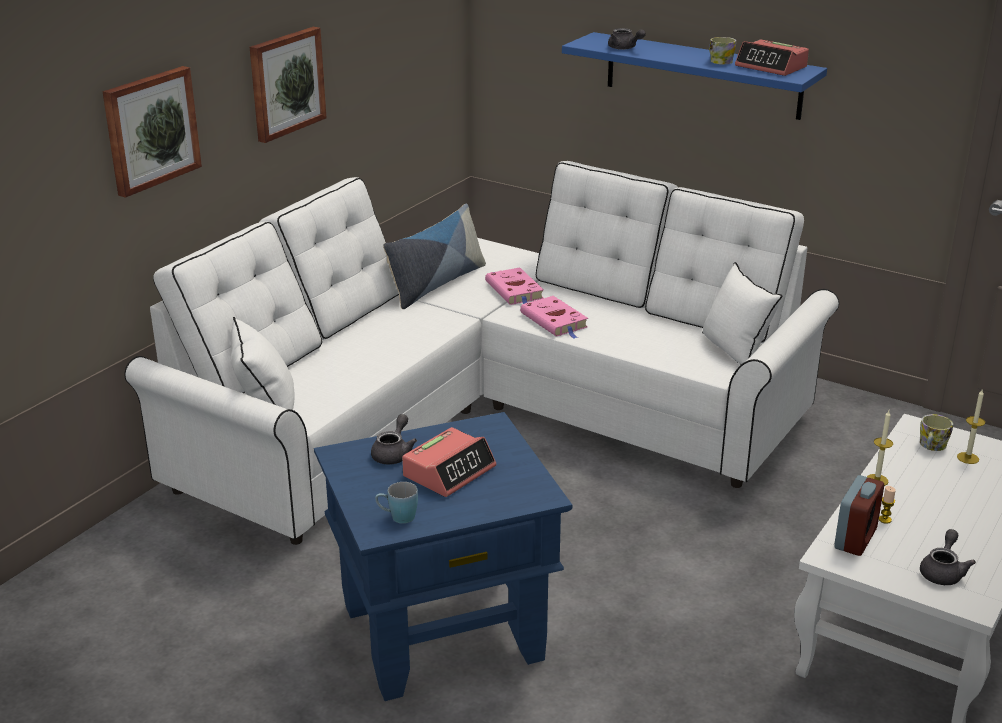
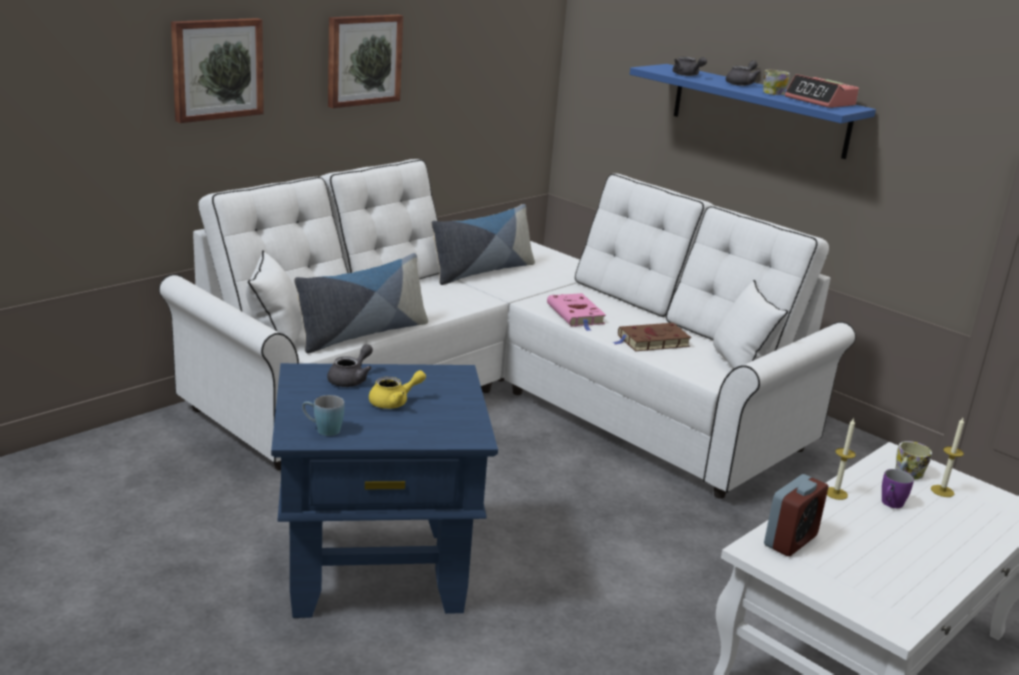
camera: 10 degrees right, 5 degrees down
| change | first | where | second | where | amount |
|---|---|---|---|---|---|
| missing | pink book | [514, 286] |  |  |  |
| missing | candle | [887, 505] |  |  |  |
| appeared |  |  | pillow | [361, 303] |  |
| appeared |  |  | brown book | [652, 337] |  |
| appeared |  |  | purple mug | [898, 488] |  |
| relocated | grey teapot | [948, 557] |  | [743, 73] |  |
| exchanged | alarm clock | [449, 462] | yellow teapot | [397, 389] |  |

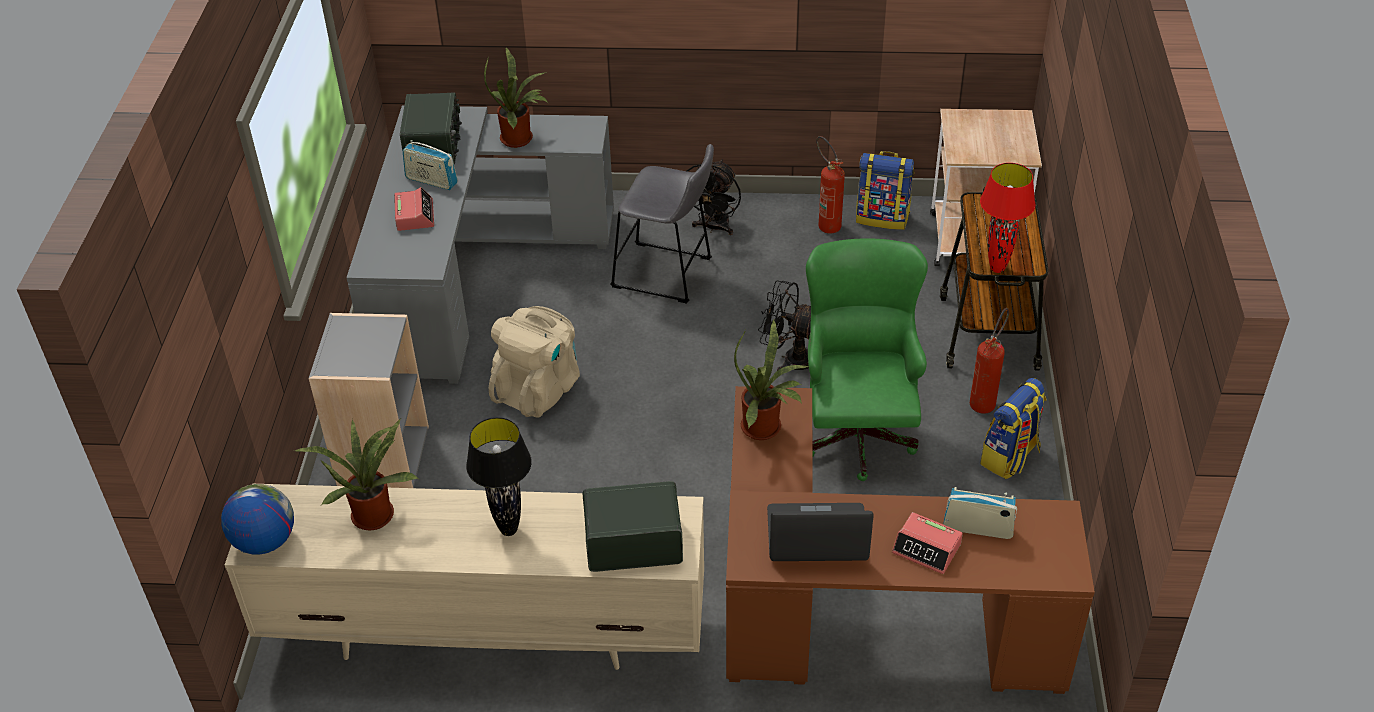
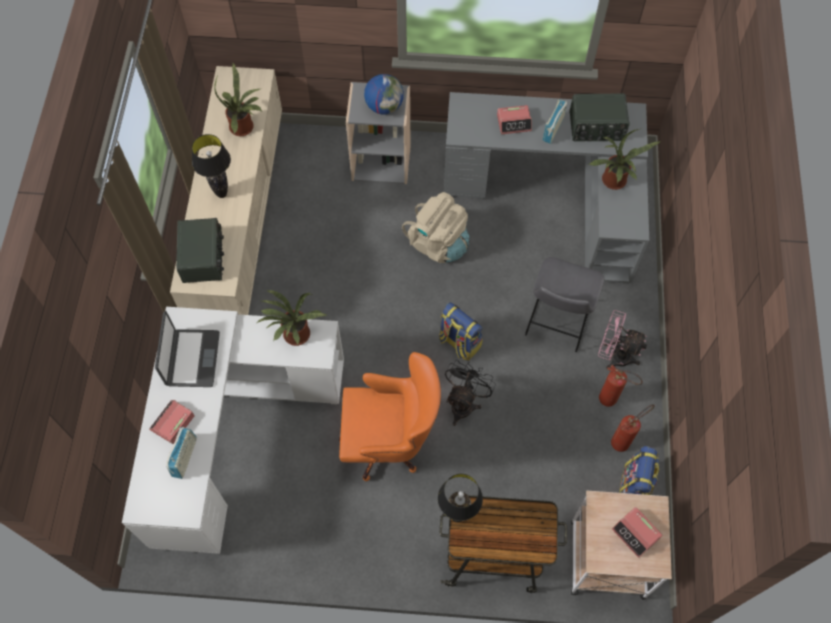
camera: 90 degrees right, 20 degrees up
| change | first | where | second | where | amount |
|---|---|---|---|---|---|
| appeared |  |  | alarm clock | [637, 532] |  |
| relocated | globe | [257, 519] |  | [384, 94] |  |
| relocated | fire extinguisher | [989, 361] |  | [621, 386] |  |
| relocated | backpack | [1013, 428] |  | [461, 331] |  |
| colour | black fan | [714, 197] | pink fan | [622, 339] |  |
| colour | brown desk | [910, 540] | white desk | [233, 430] |  |
| colour | green office chair | [867, 359] | orange office chair | [390, 416] |  |
| colour | red table lamp | [1007, 218] | black table lamp | [460, 498] |  |

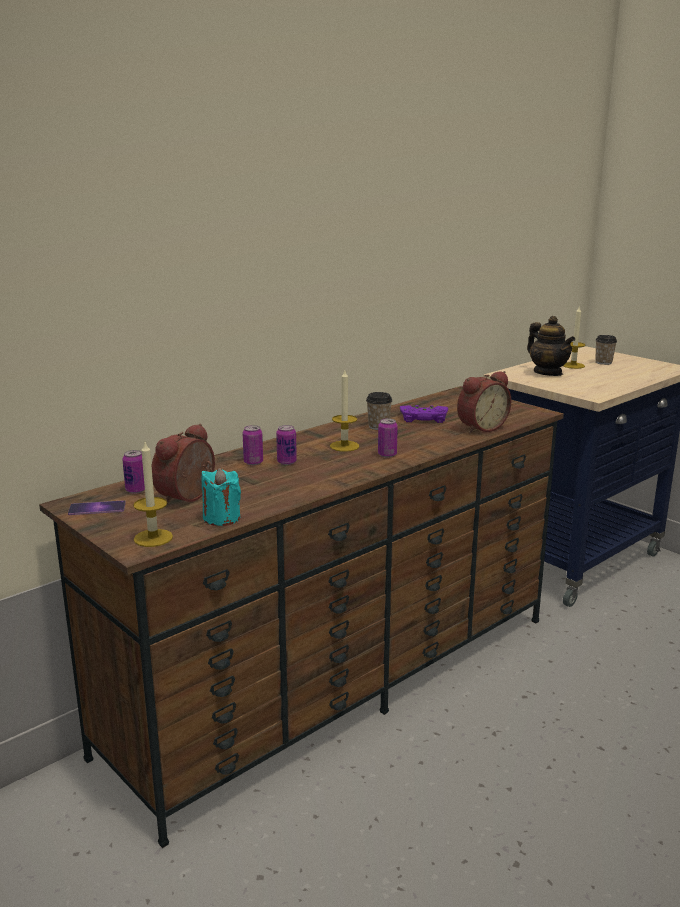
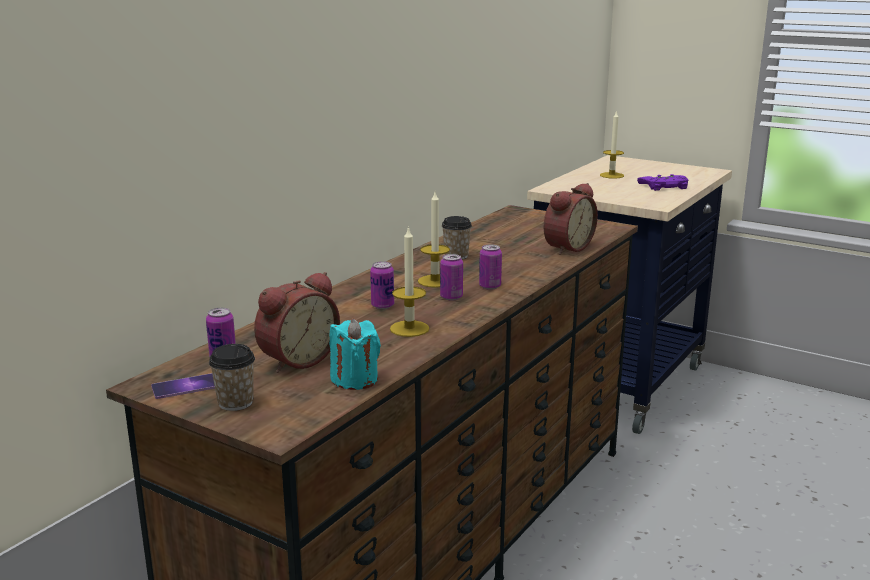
camera: 15 degrees left, 0 degrees up
| change | first | where | second | where | amount |
|---|---|---|---|---|---|
| missing | teapot | [551, 346] |  |  |  |
| relocated | candle | [153, 494] |  | [409, 281] |  |
| relocated | can | [253, 445] |  | [451, 277] |  |
| relocated | purple game controller | [424, 414] |  | [662, 182] |  |
| relocated | cup | [606, 350] |  | [232, 377] |  |
| spun | alarm clock | [183, 464] |  | [297, 322] | 150 degrees counterclockwise |

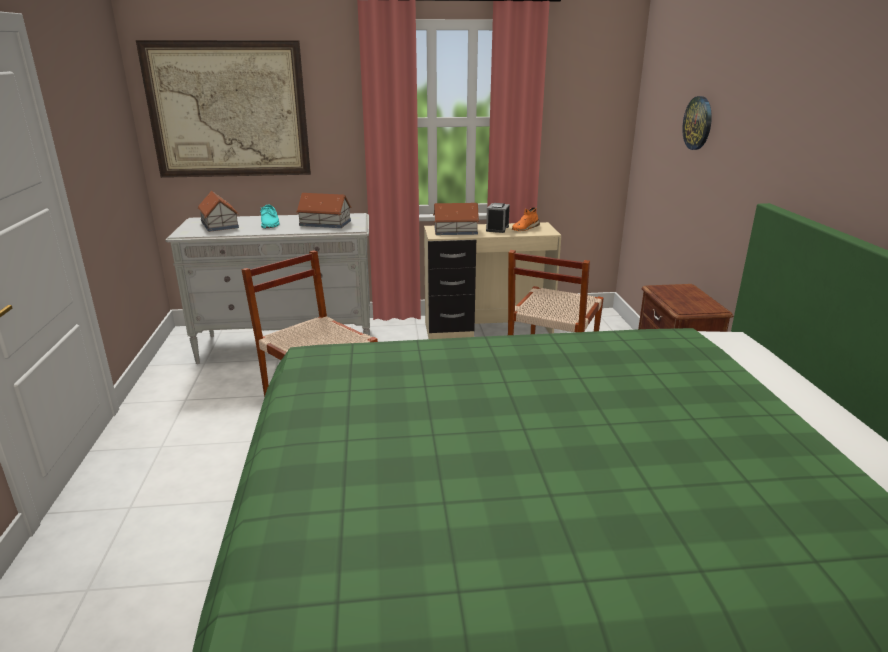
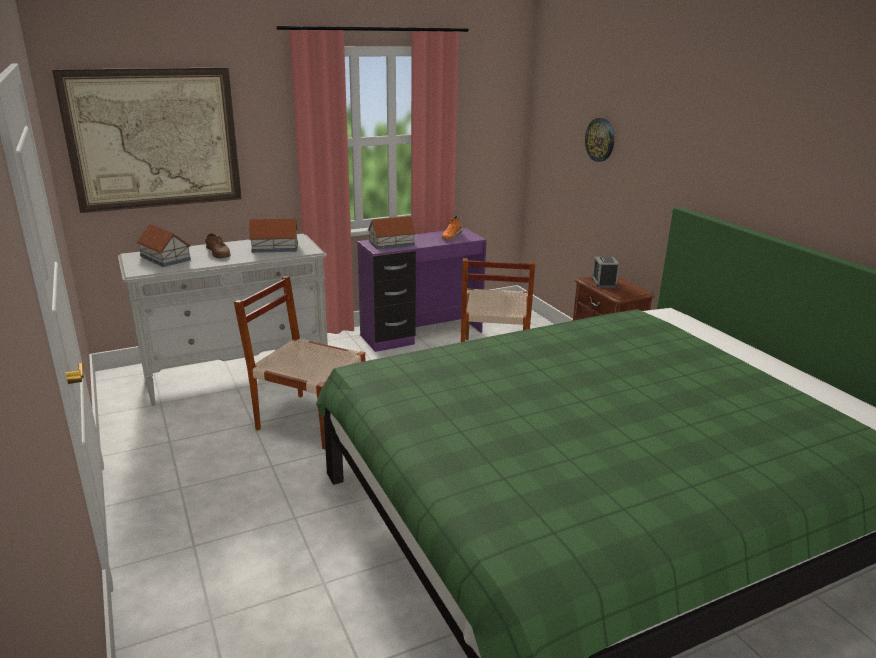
camera: 20 degrees left, 0 degrees up
| change | first | where | second | where | amount |
|---|---|---|---|---|---|
| relocated | alarm clock | [498, 218] |  | [605, 272] |  |
| colour | turquoise shoe | [270, 216] | brown shoe | [217, 245] |  |
| colour | beige desk | [492, 280] | purple desk | [421, 290] |  |

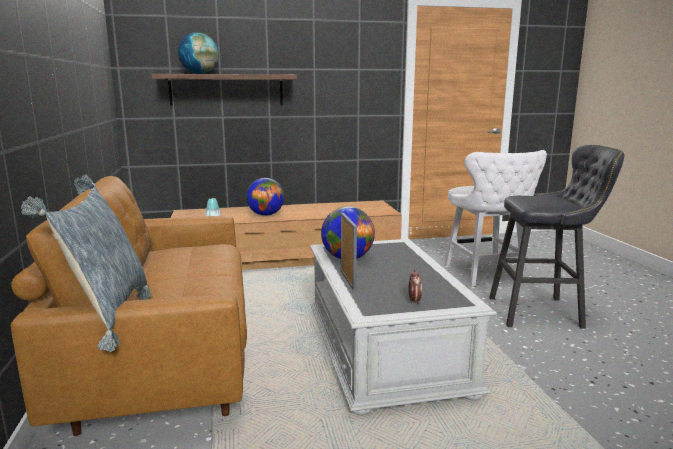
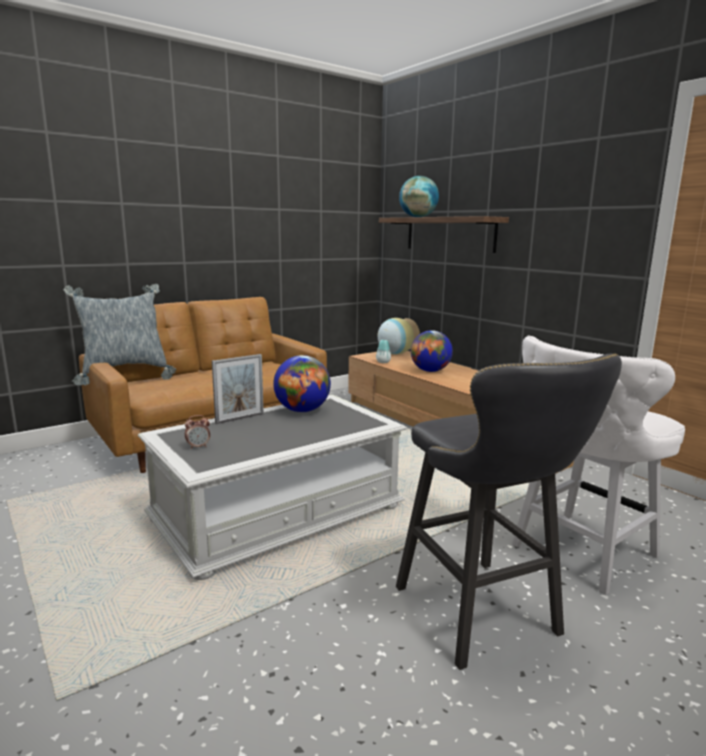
camera: 65 degrees right, 0 degrees up
| change | first | where | second | where | amount |
|---|---|---|---|---|---|
| appeared |  |  | vase | [399, 336] |  |

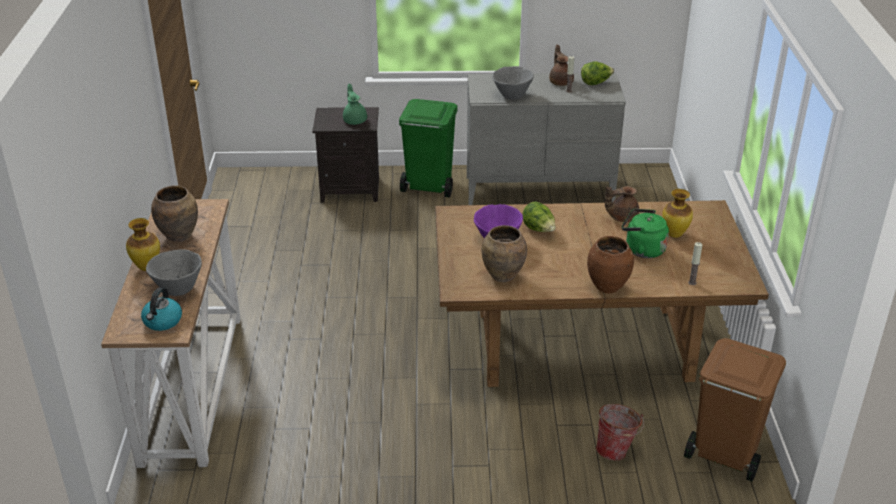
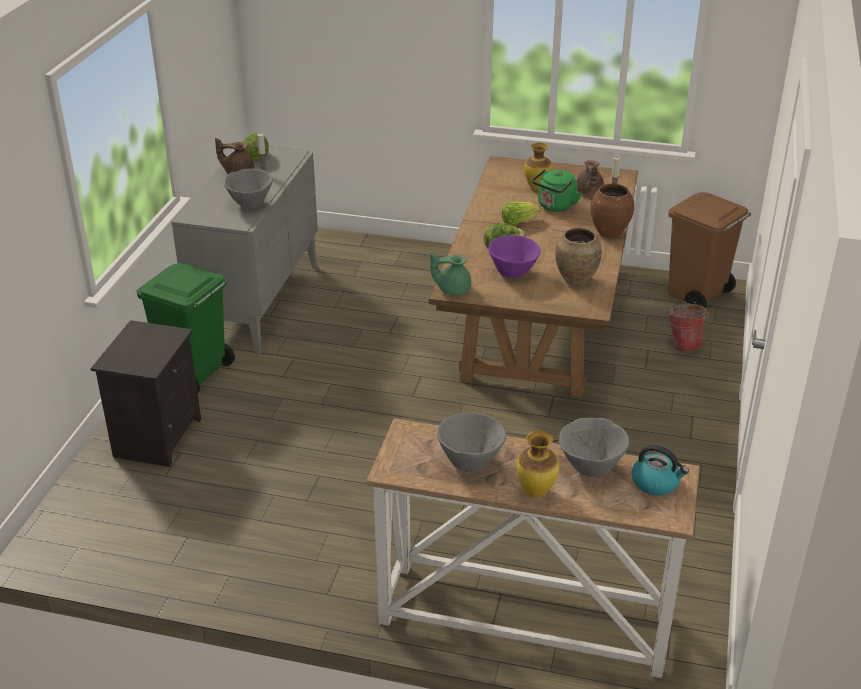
camera: 75 degrees left, 0 degrees up
| change | first | where | second | where | amount |
|---|---|---|---|---|---|
| appeared |  |  | lettuce | [521, 214] |  |
| relocated | green teapot | [355, 104] |  | [450, 273] |  |
| relocated | brown teapot | [622, 204] |  | [590, 178] |  |
| exchanged | brown vase | [174, 213] | grey bowl | [471, 442] |  |

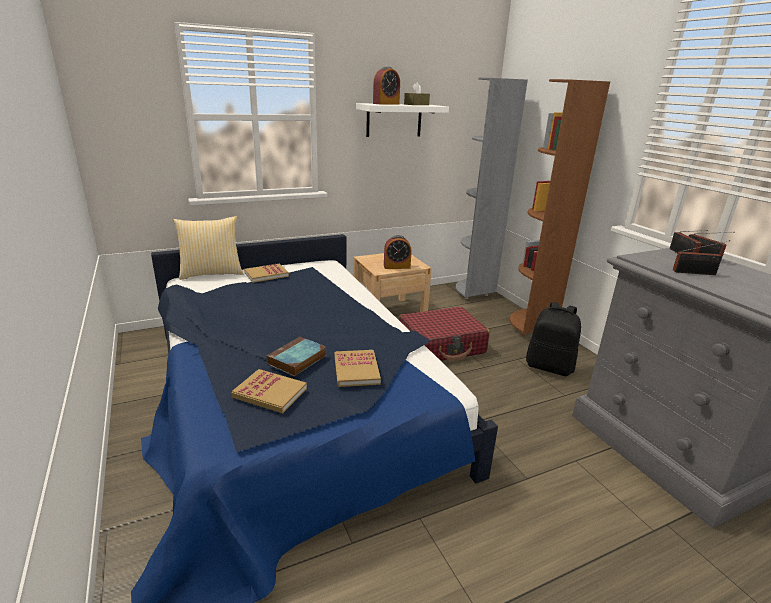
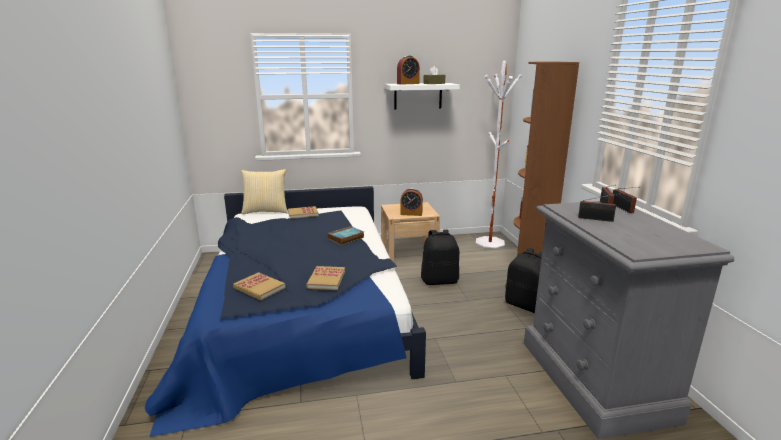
camera: 15 degrees right, 5 degrees down
| change | first | where | second | where | amount |
|---|---|---|---|---|---|
| relocated | book | [296, 356] |  | [345, 235] |  |
| exchanged | red suitcase | [444, 334] | black backpack | [440, 257] |  |
| exchanged | grey bookcase | [492, 188] | white clothes rack | [499, 154] |  |

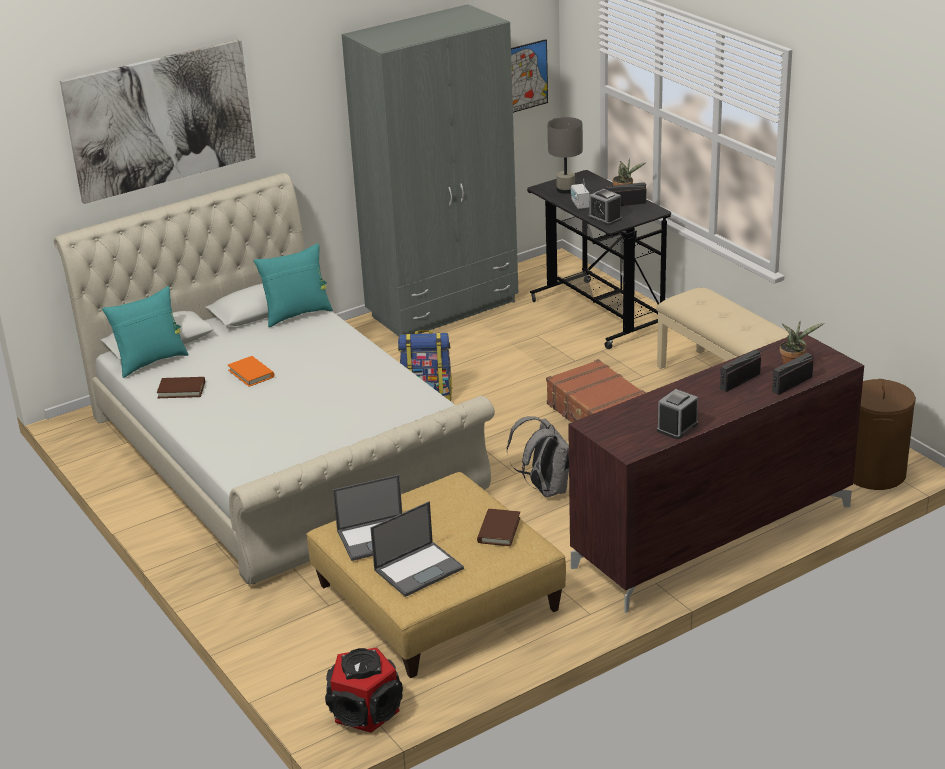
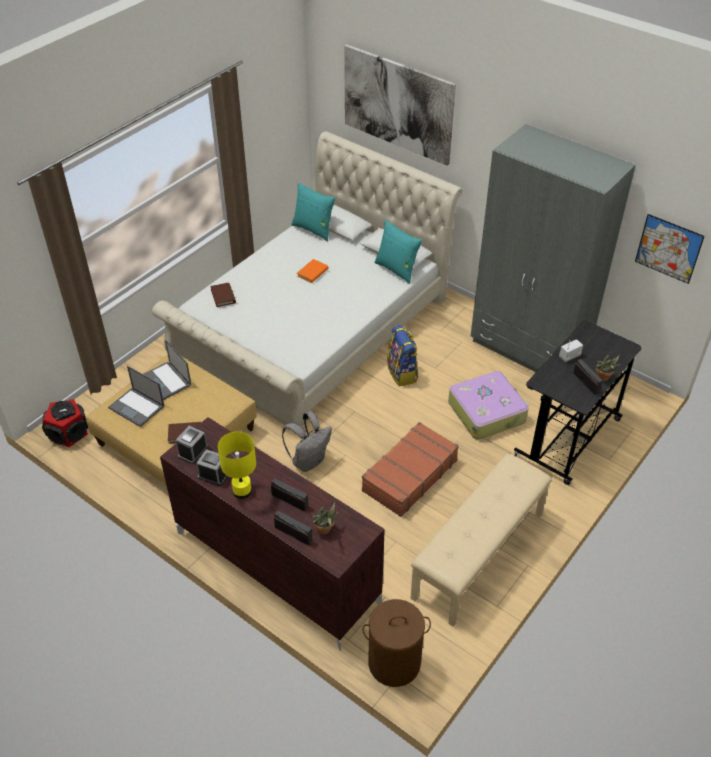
camera: 70 degrees right, 15 degrees up
| change | first | where | second | where | amount |
|---|---|---|---|---|---|
| missing | grey table lamp | [565, 155] |  |  |  |
| appeared |  |  | yellow table lamp | [237, 465] |  |
| appeared |  |  | suitcase | [488, 405] |  |
| relocated | brown book | [181, 387] |  | [223, 295] |  |
| relocated | alarm clock | [605, 207] |  | [192, 445] |  |

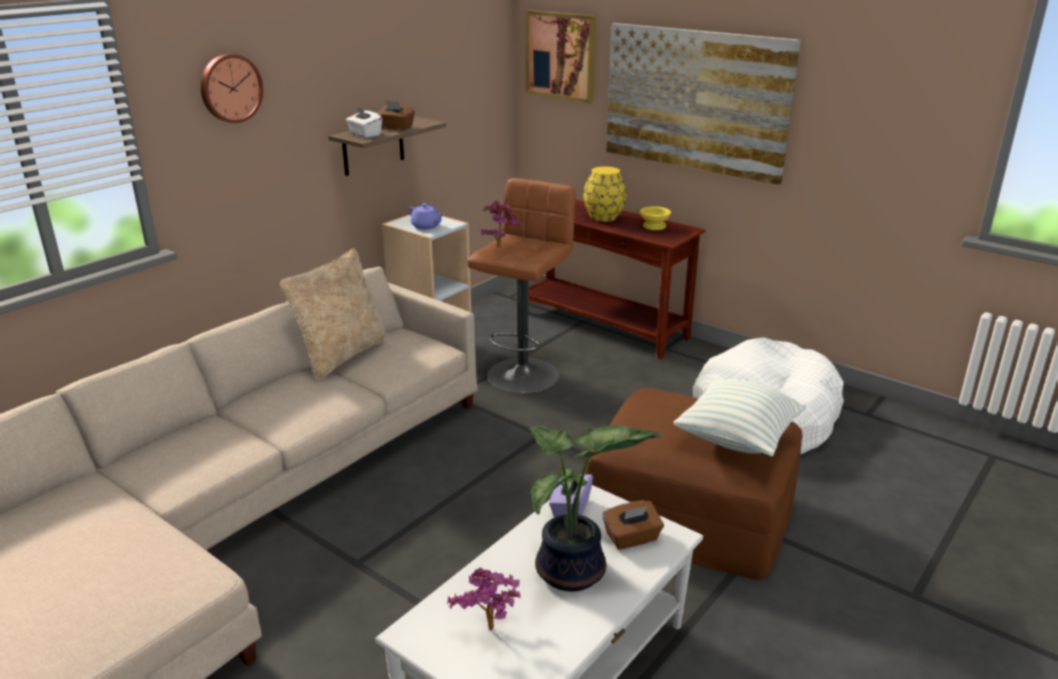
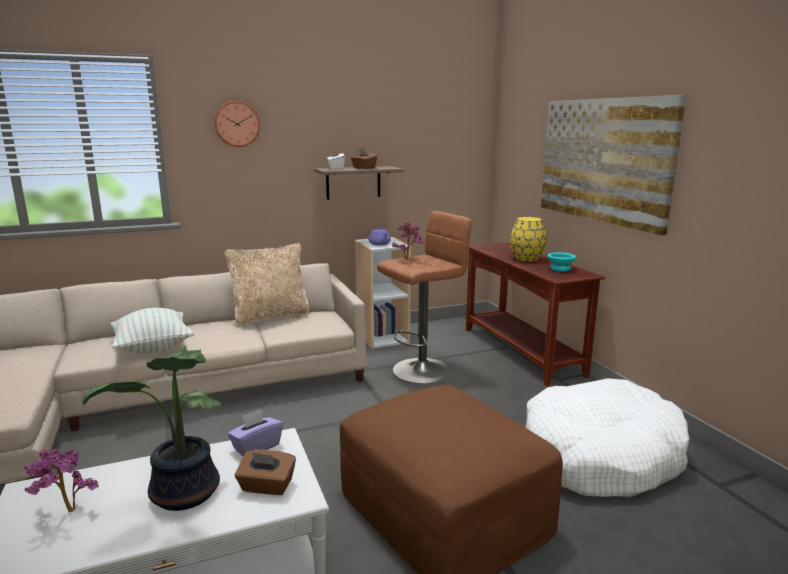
camera: 30 degrees right, 10 degrees down
| change | first | where | second | where | amount |
|---|---|---|---|---|---|
| missing | picture | [561, 56] |  |  |  |
| relocated | pillow | [739, 417] |  | [152, 330] |  |
| colour | yellow bowl | [655, 218] | turquoise bowl | [562, 262] |  |

